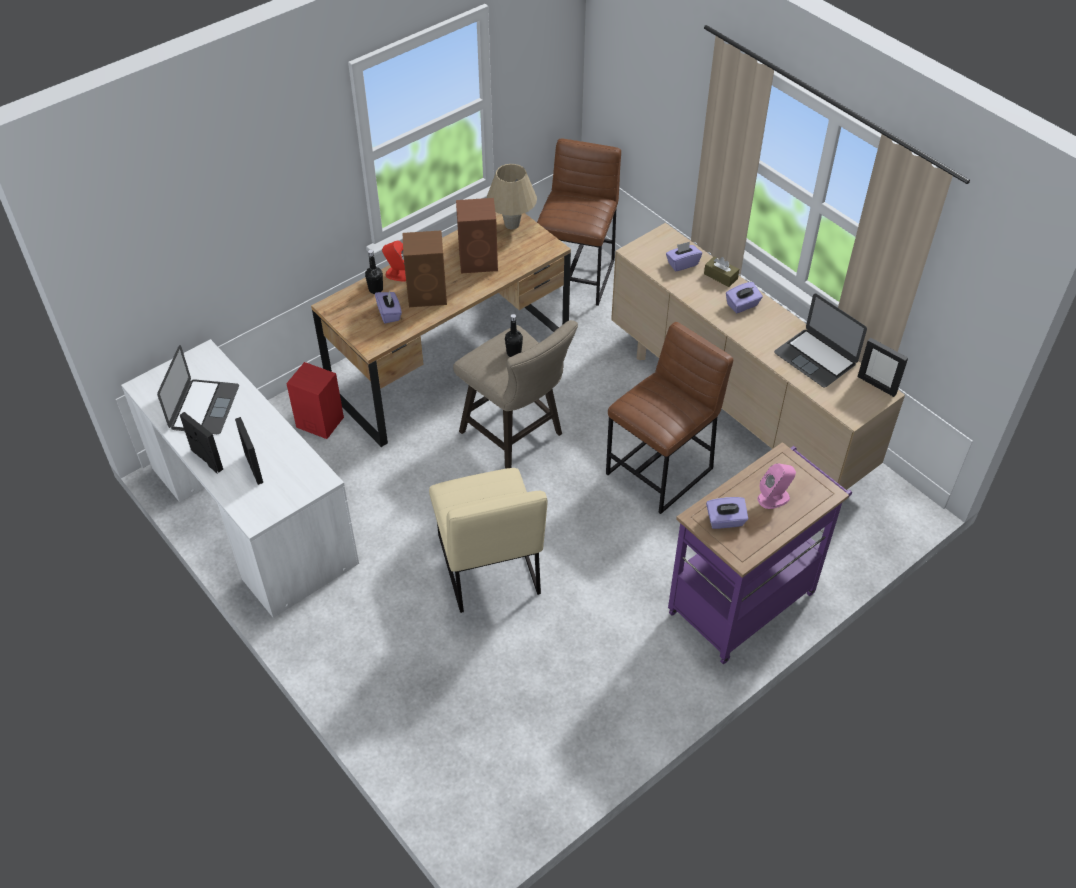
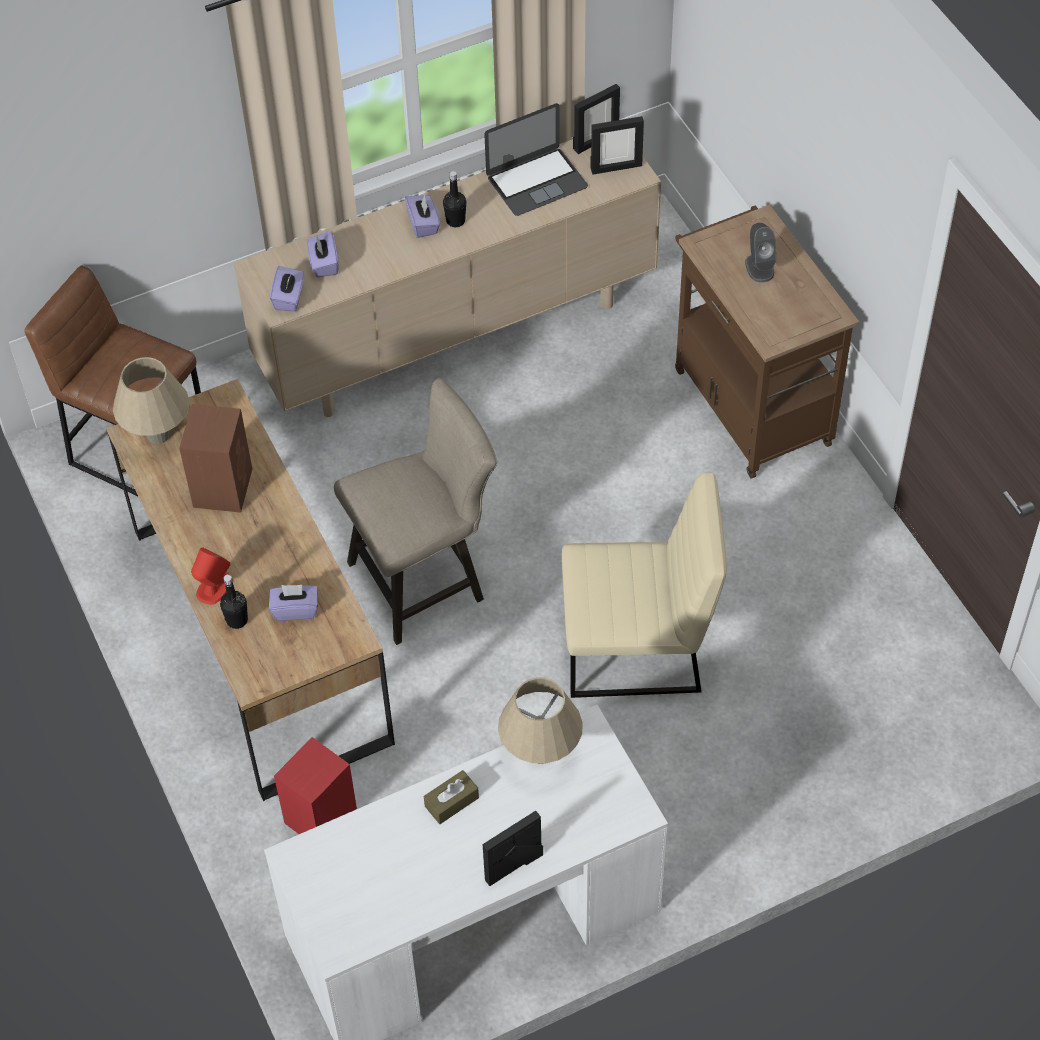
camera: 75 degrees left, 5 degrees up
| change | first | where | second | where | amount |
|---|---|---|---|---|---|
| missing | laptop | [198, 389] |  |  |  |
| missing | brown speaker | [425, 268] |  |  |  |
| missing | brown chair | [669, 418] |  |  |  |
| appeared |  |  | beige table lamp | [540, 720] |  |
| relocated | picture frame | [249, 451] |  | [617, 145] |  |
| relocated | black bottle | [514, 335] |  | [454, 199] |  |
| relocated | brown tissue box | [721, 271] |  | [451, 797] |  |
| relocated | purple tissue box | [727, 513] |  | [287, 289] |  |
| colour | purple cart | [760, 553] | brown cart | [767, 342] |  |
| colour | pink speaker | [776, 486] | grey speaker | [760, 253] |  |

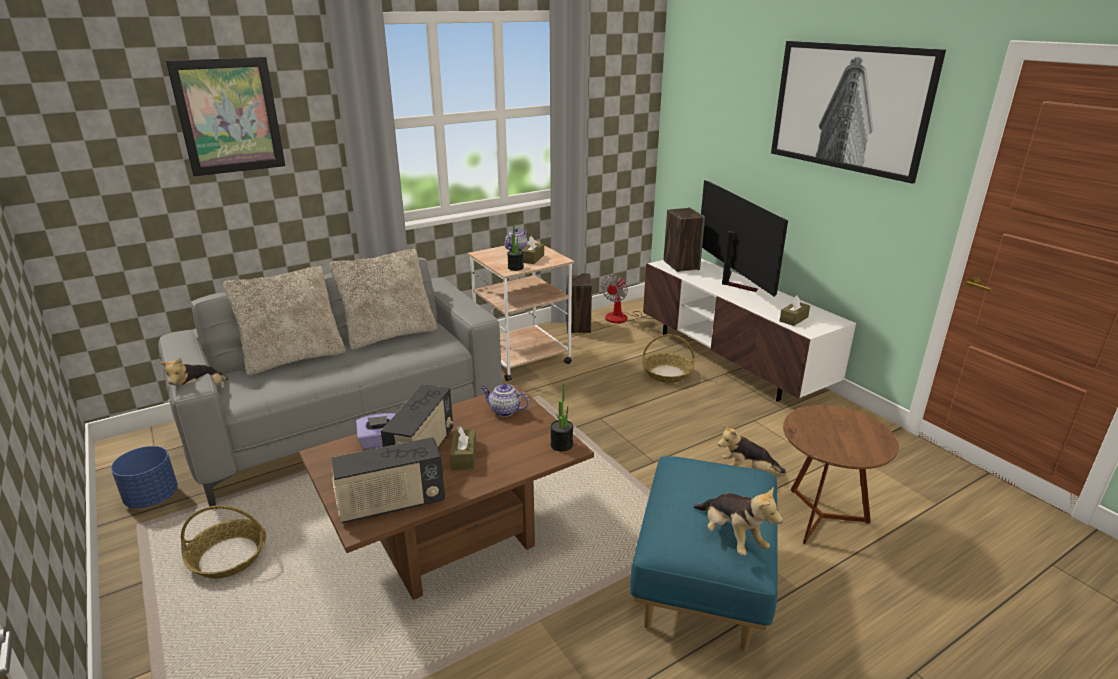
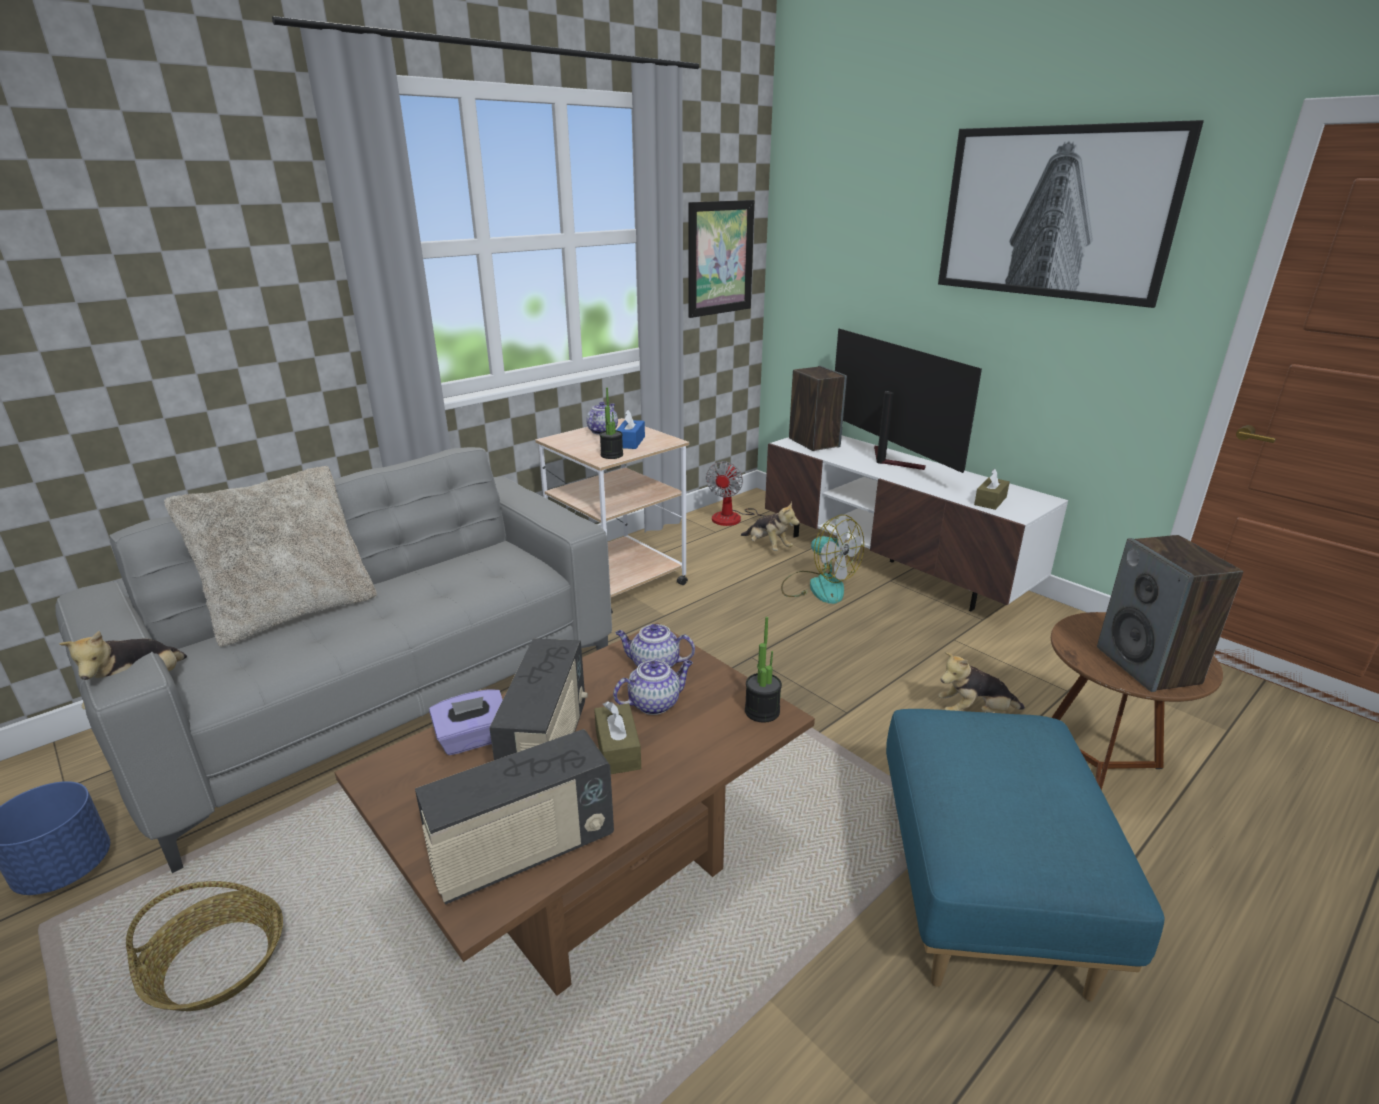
camera: 10 degrees left, 0 degrees up
| change | first | where | second | where | amount |
|---|---|---|---|---|---|
| missing | beige pillow | [383, 299] |  |  |  |
| appeared |  |  | teapot | [653, 687] |  |
| relocated | picture | [225, 116] |  | [721, 259] |  |
| relocated | speaker | [579, 303] |  | [1170, 613] |  |
| relocated | plush toy | [738, 521] |  | [770, 526] |  |
| exchanged | basket | [668, 358] | fan | [822, 559] |  |
| colour | brown tissue box | [532, 250] | blue tissue box | [631, 429] |  |

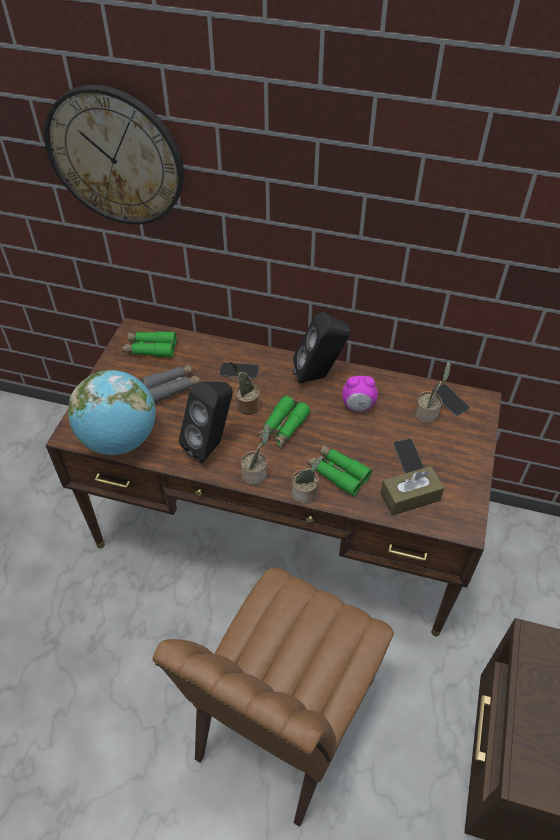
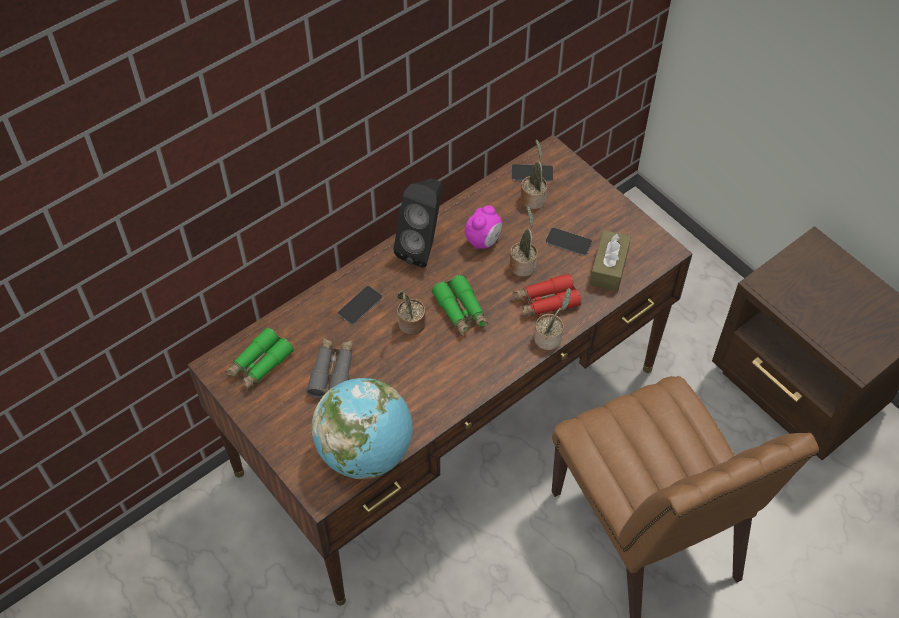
camera: 55 degrees left, 5 degrees up
| change | first | where | second | where | amount |
|---|---|---|---|---|---|
| missing | wall clock | [114, 154] |  |  |  |
| missing | black speaker | [206, 422] |  |  |  |
| relocated | potted plant | [255, 454] |  | [523, 241] |  |
| colour | green binoculars | [339, 470] | red binoculars | [547, 295] |  |

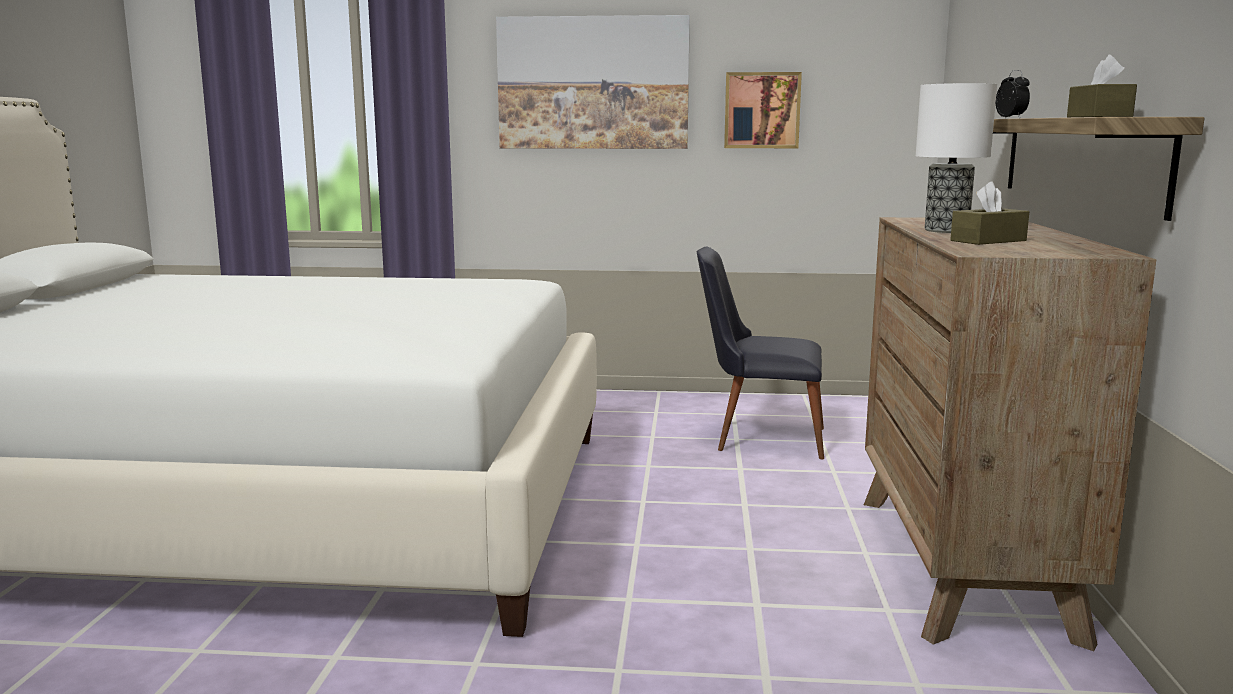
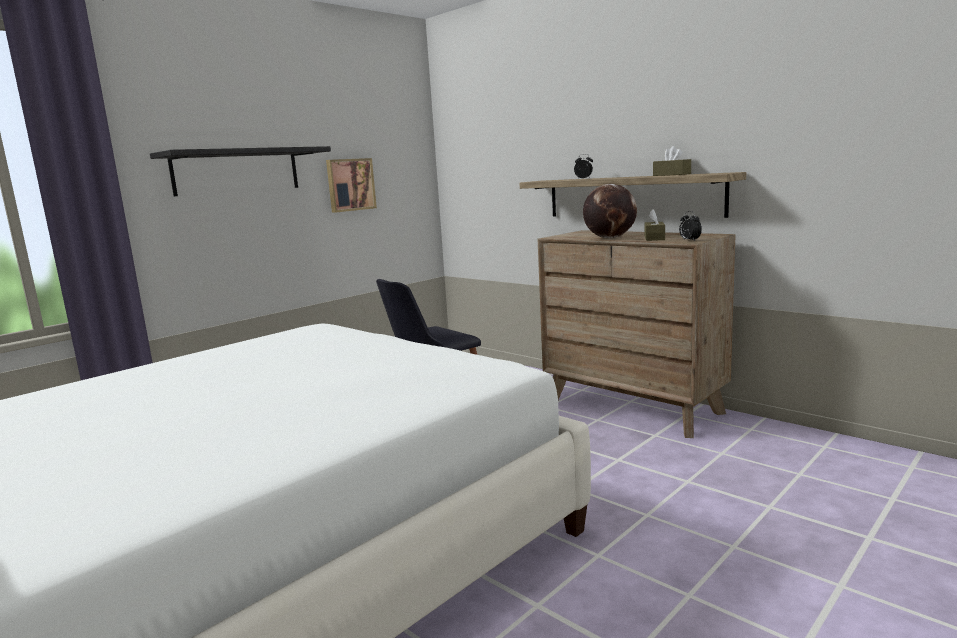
camera: 50 degrees left, 0 degrees up
| change | first | where | second | where | amount |
|---|---|---|---|---|---|
| appeared |  |  | alarm clock | [690, 226] |  |
| exchanged | picture | [593, 82] | black shelf | [240, 171] |  |
| exchanged | table lamp | [956, 158] | globe | [610, 211] |  |

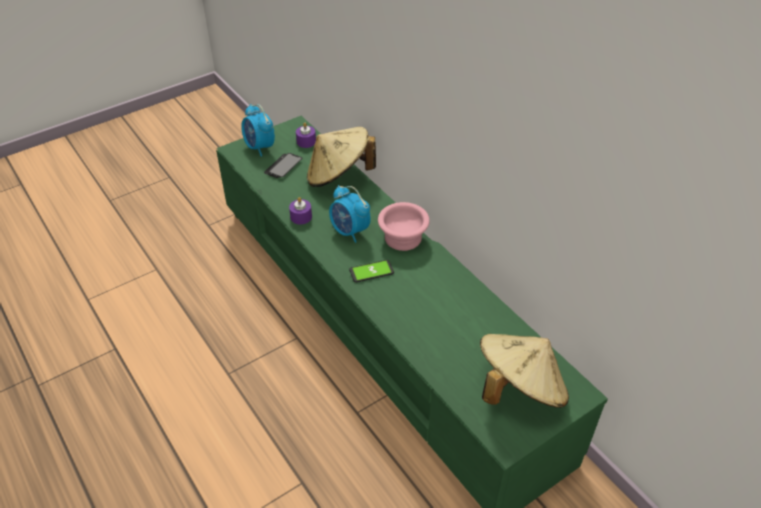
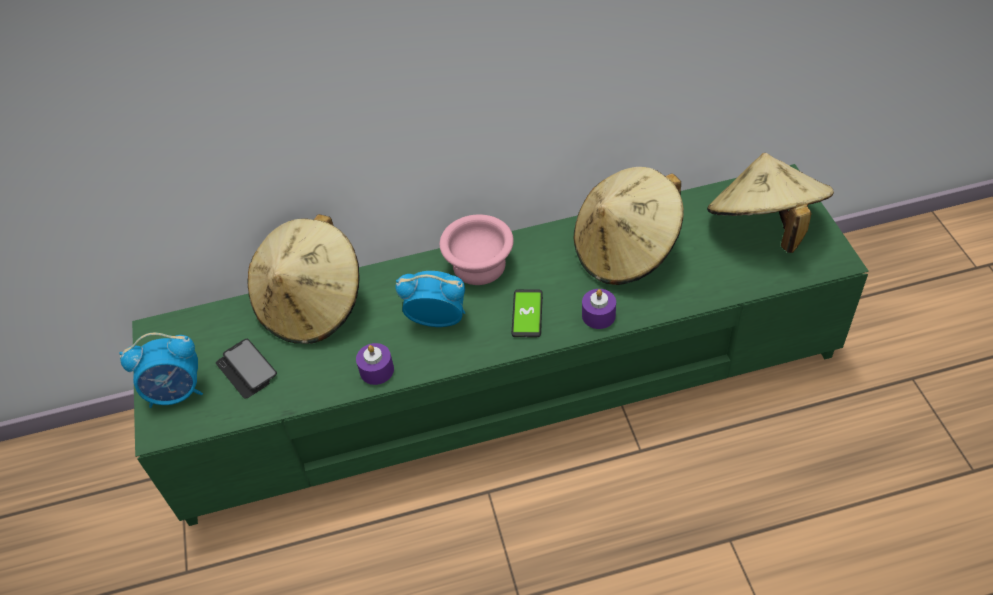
camera: 65 degrees left, 5 degrees up
| change | first | where | second | where | amount |
|---|---|---|---|---|---|
| appeared |  |  | beige hat | [629, 226] |  |
| relocated | purple candle | [306, 135] |  | [599, 309] |  |
| spun | alarm clock | [350, 214] |  | [431, 299] | 150 degrees counterclockwise |

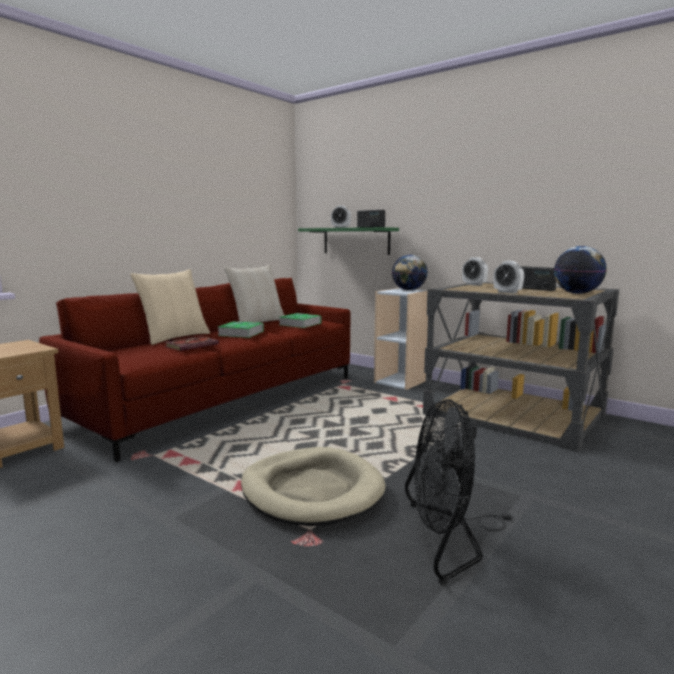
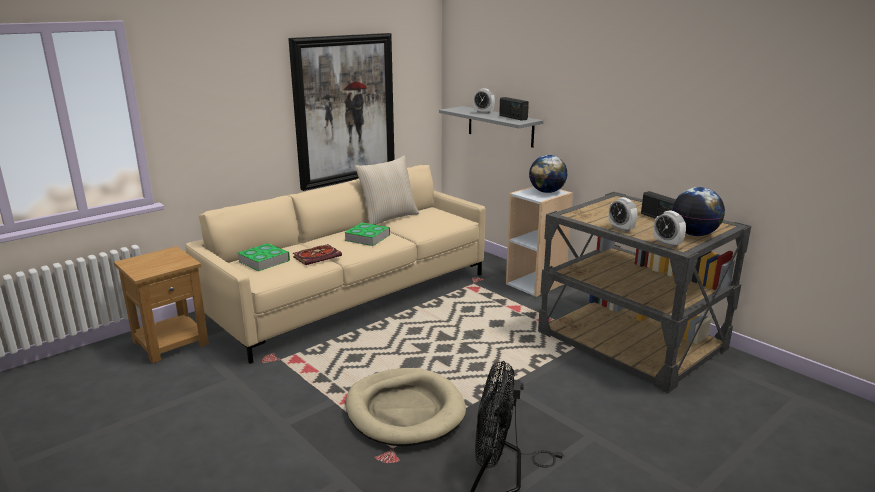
camera: 10 degrees right, 10 degrees up
| change | first | where | second | where | amount |
|---|---|---|---|---|---|
| missing | beige pillow | [170, 307] |  |  |  |
| appeared |  |  | picture | [341, 112] |  |
| relocated | book | [300, 320] |  | [264, 257] |  |
| relocated | alarm clock | [475, 271] |  | [669, 228] |  |
| colour | red sofa | [194, 370] | beige sofa | [336, 264] |  |
| colour | green shelf | [348, 241] | grey shelf | [491, 127] |  |

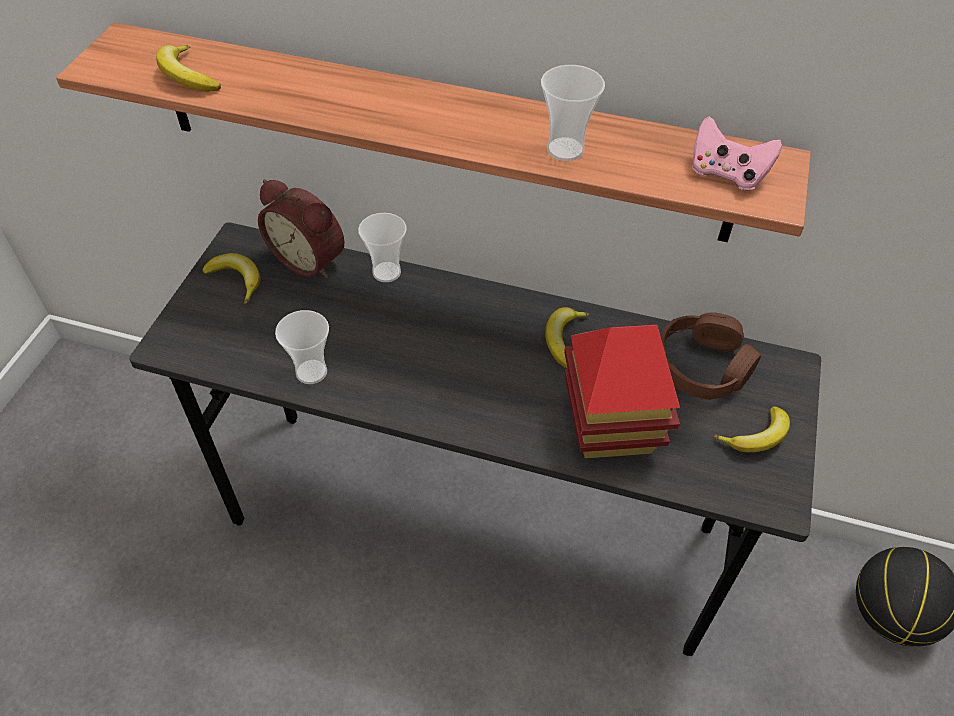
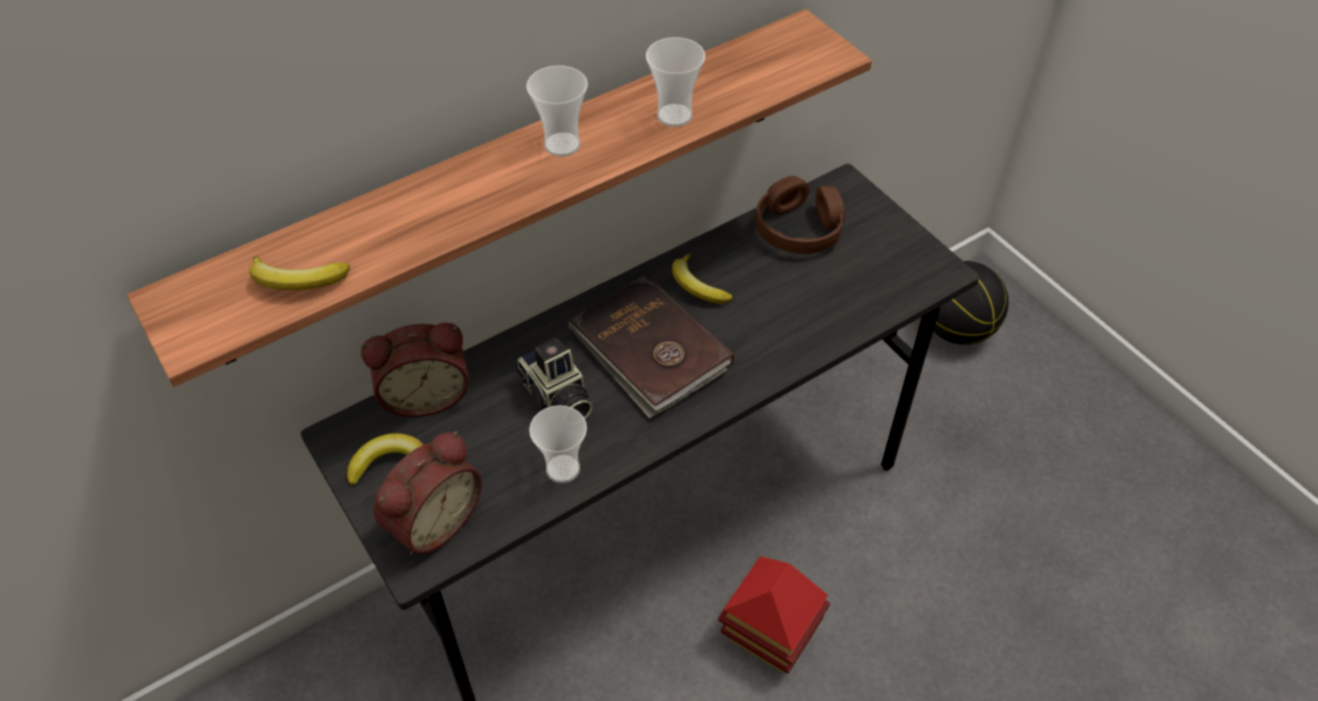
camera: 50 degrees left, 0 degrees up
| change | first | where | second | where | amount |
|---|---|---|---|---|---|
| missing | pink game controller | [737, 153] |  |  |  |
| missing | banana | [752, 430] |  |  |  |
| appeared |  |  | alarm clock | [428, 493] |  |
| appeared |  |  | photo camera | [554, 378] |  |
| appeared |  |  | brown book | [651, 346] |  |
| relocated | cup | [382, 247] |  | [557, 111] |  |
| relocated | toy house | [622, 392] |  | [774, 615] |  |

